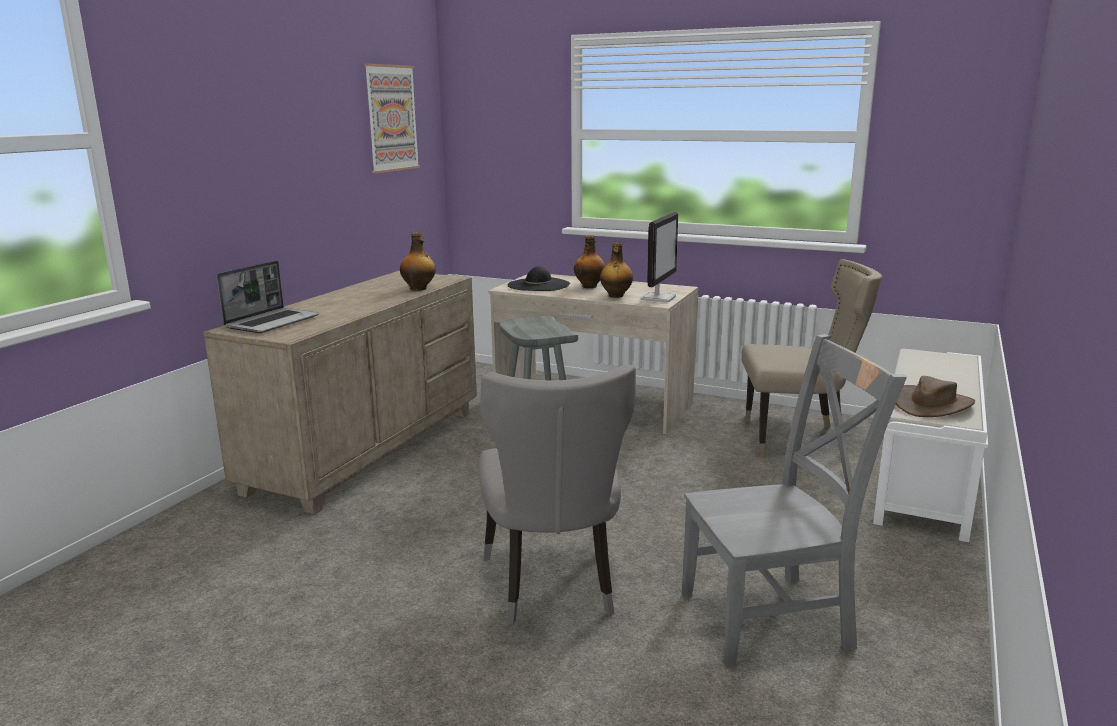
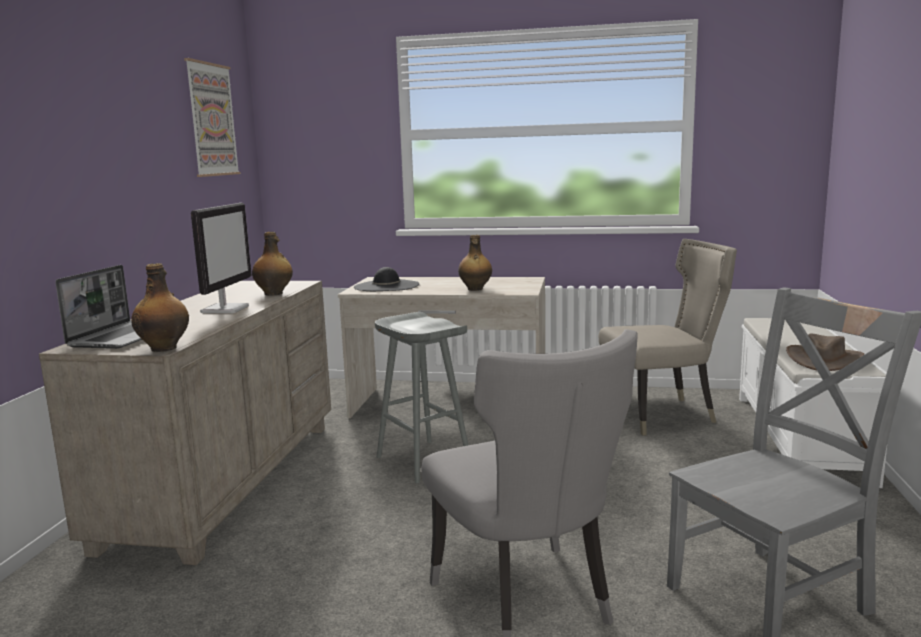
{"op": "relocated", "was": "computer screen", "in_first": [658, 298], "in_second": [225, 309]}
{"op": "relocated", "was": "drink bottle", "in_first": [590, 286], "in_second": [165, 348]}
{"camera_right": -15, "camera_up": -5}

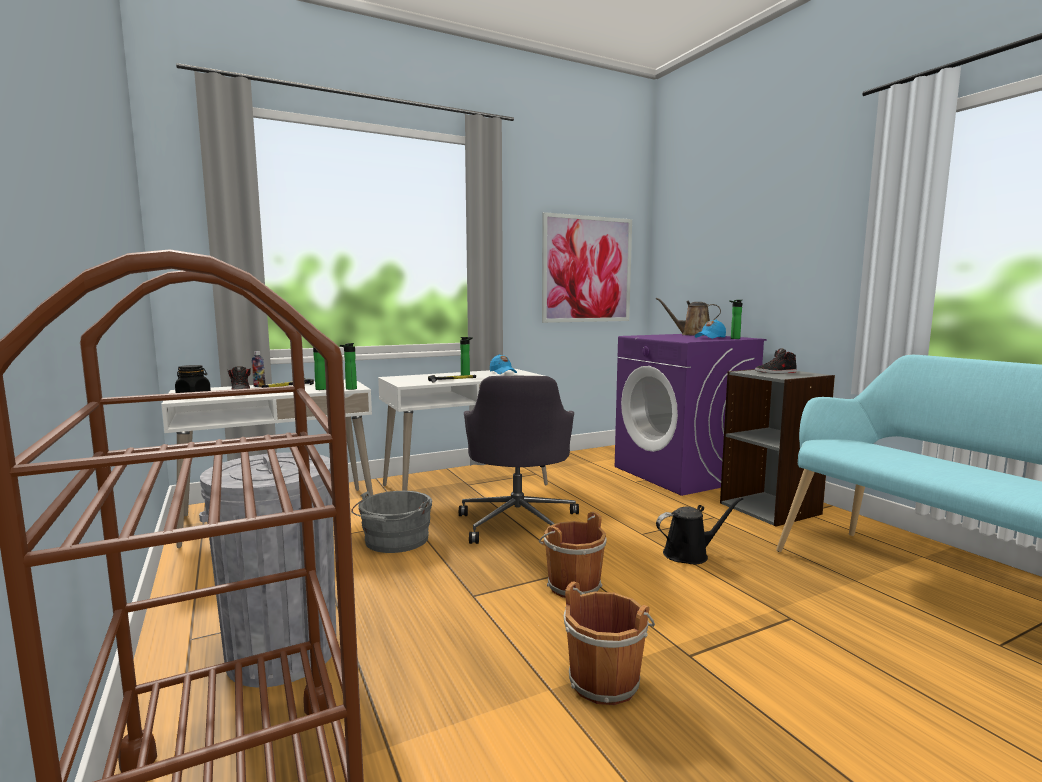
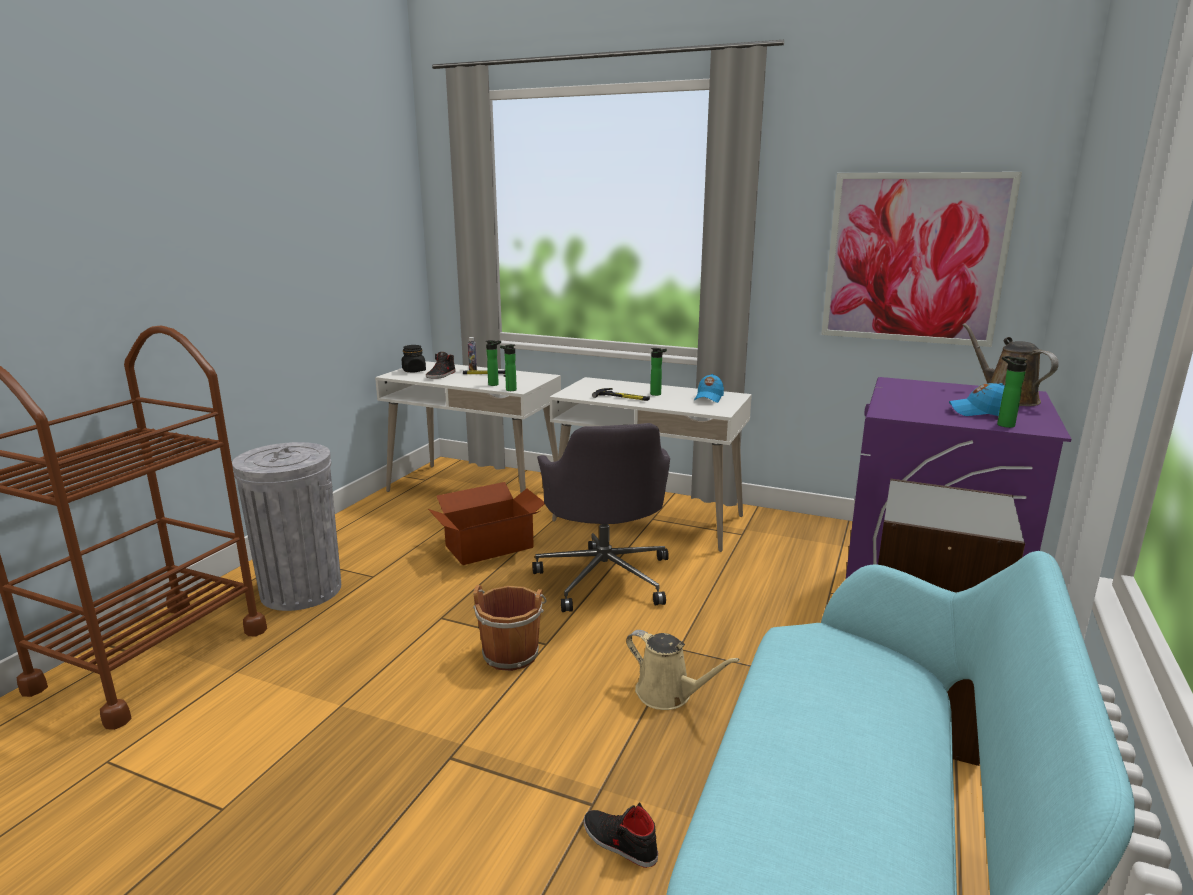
{"op": "relocated", "was": "black-coloured low shoe", "in_first": [776, 372], "in_second": [619, 842]}
{"op": "spun", "was": "greyish computer chair", "in_first": [518, 522], "in_second": [605, 577], "clockwise": -60}
{"op": "exchanged", "was": "greyish bucket", "now": "cardboard box", "in_first": [394, 541], "in_second": [490, 547]}
{"op": "colour", "was": "black-coloured watering pot", "now": "sand-coloured watering pot", "in_first": [690, 554], "in_second": [668, 694]}
{"op": "missing", "was": "brownish bucket", "in_first": [605, 679]}
{"camera_right": 50, "camera_up": 10}

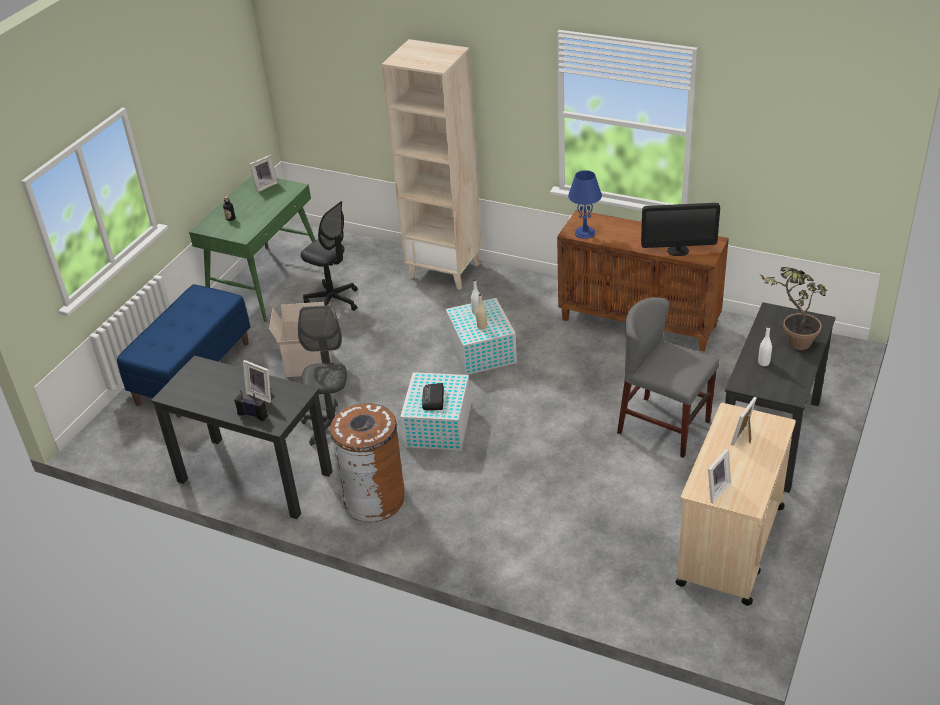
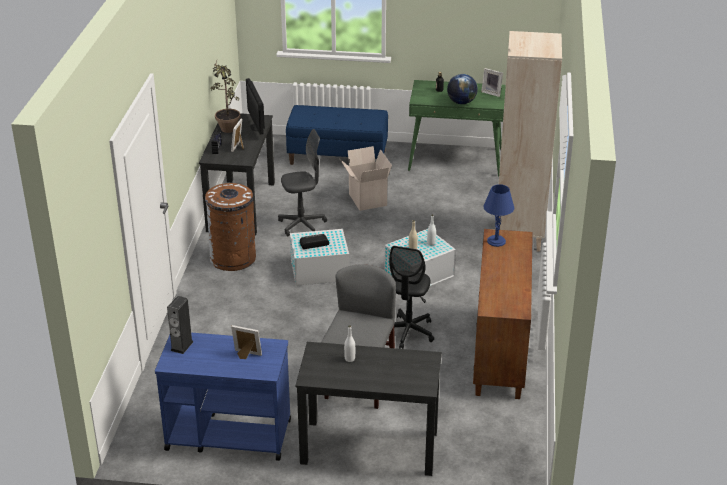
{"op": "relocated", "was": "black-coloured computer chair", "in_first": [333, 301], "in_second": [408, 332]}
{"op": "relocated", "was": "computer screen", "in_first": [678, 251], "in_second": [257, 127]}
{"op": "relocated", "was": "houseplant", "in_first": [791, 343], "in_second": [227, 126]}
{"op": "colour", "was": "sand-coloured cart", "now": "blue-coloured cart", "in_first": [730, 546], "in_second": [227, 435]}
{"op": "exchanged", "was": "photo frame", "now": "audio speaker", "in_first": [714, 490], "in_second": [182, 346]}
{"op": "appeared", "now": "desk globe", "in_second": [461, 102]}
{"camera_right": 70, "camera_up": -5}

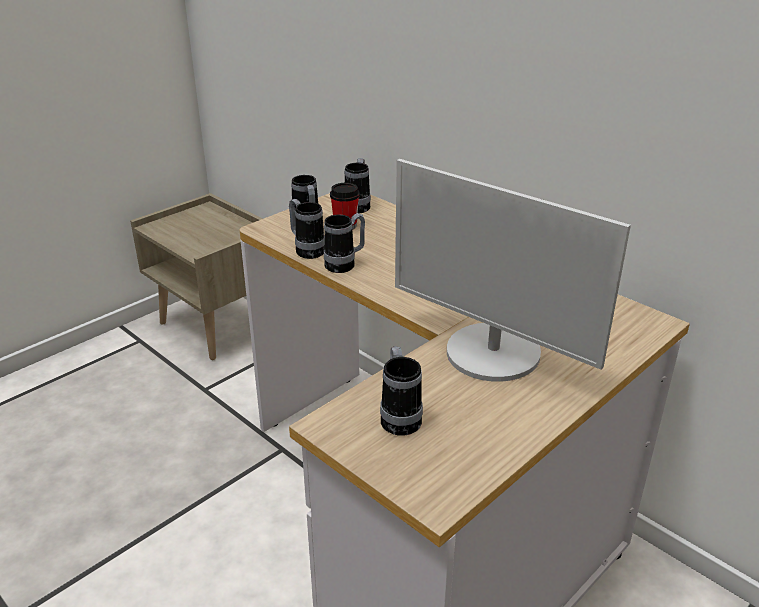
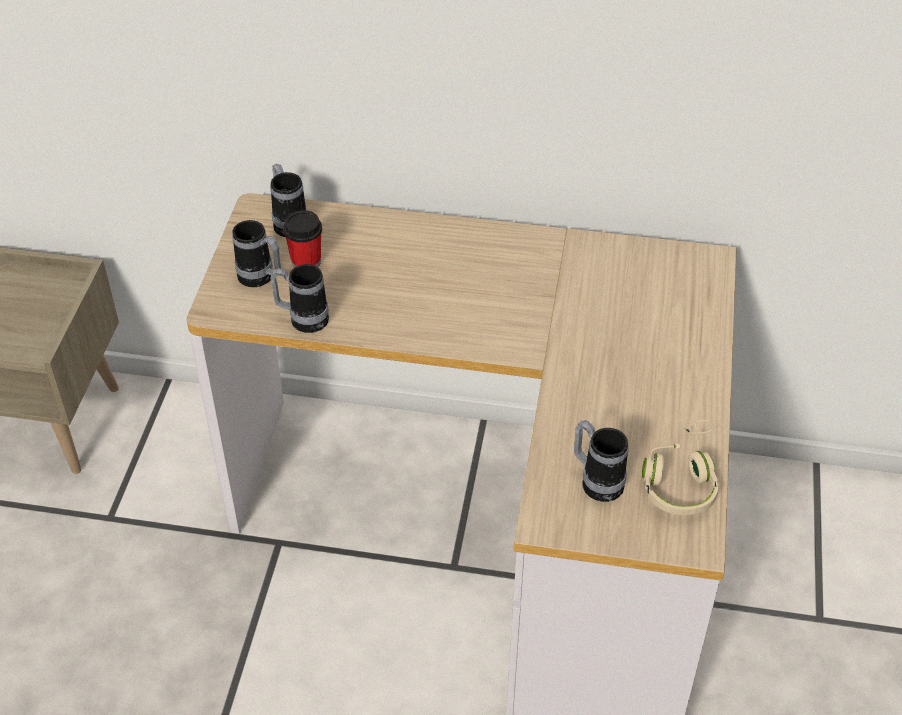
{"op": "missing", "was": "computer screen", "in_first": [492, 353]}
{"op": "missing", "was": "mug", "in_first": [345, 264]}
{"op": "appeared", "now": "sand-coloured headphones", "in_second": [681, 479]}
{"camera_right": -35, "camera_up": 15}

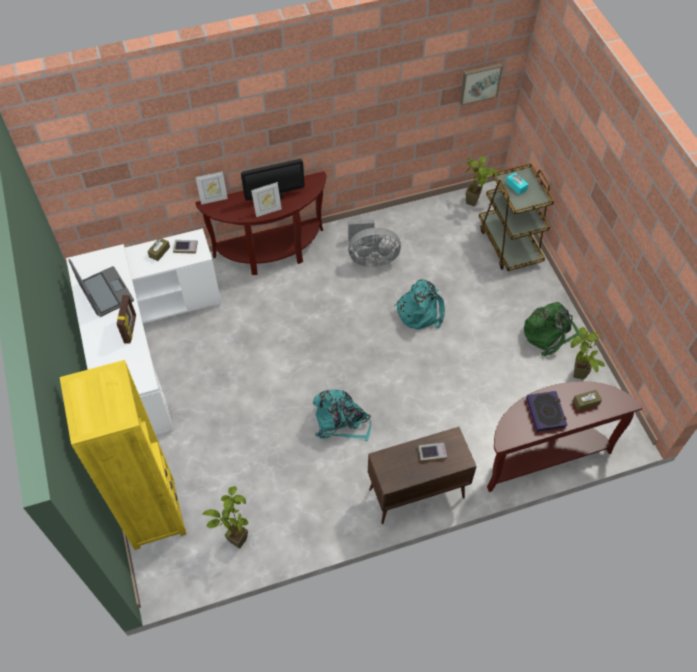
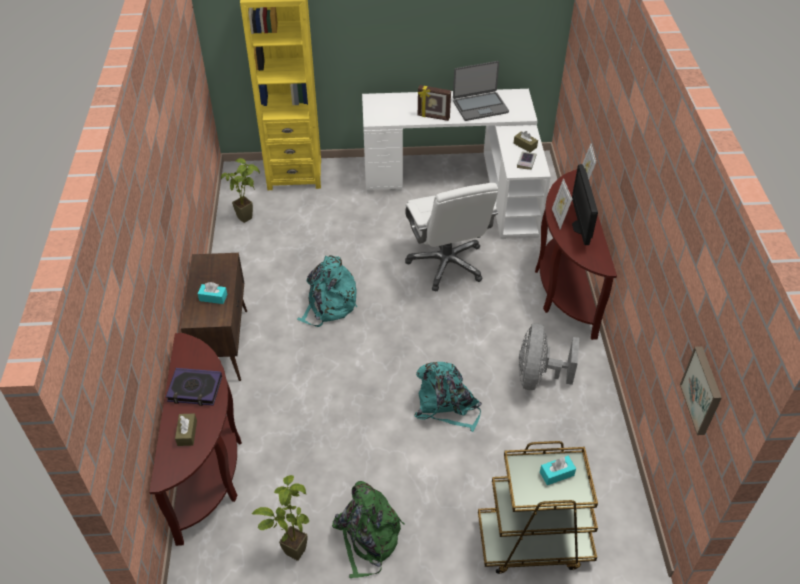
{"op": "missing", "was": "houseplant", "in_first": [475, 204]}
{"op": "exchanged", "was": "bound book", "now": "turquoise box of tissues", "in_first": [432, 453], "in_second": [213, 297]}
{"op": "appeared", "now": "white computer chair", "in_second": [447, 264]}
{"camera_right": 105, "camera_up": -10}

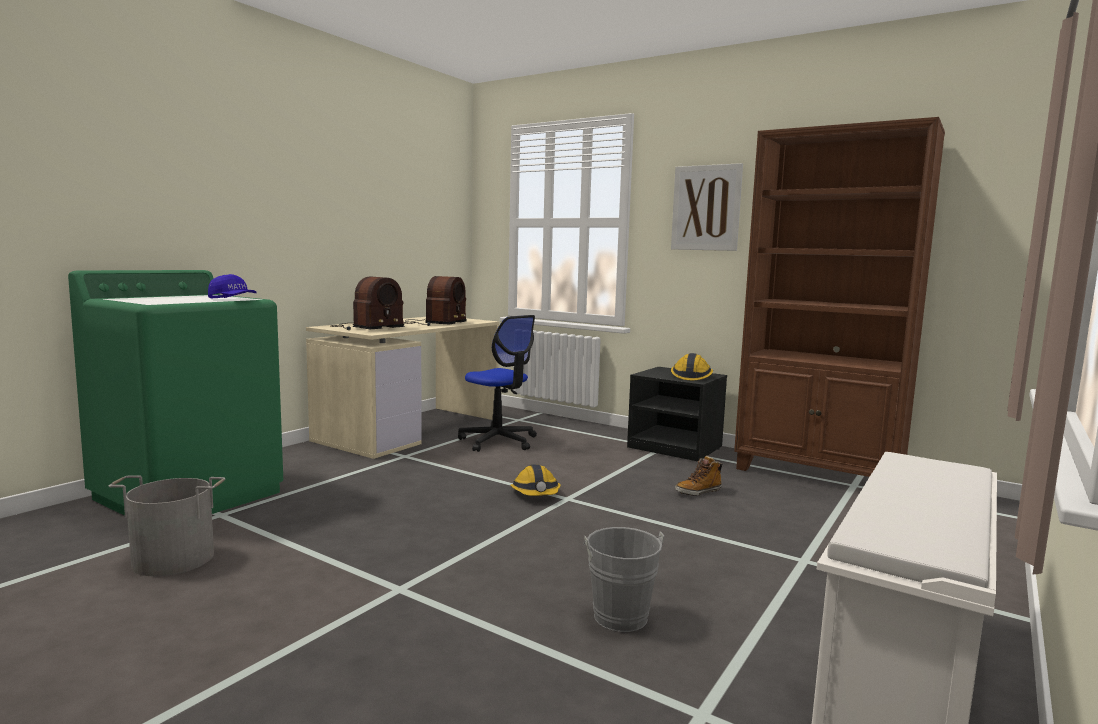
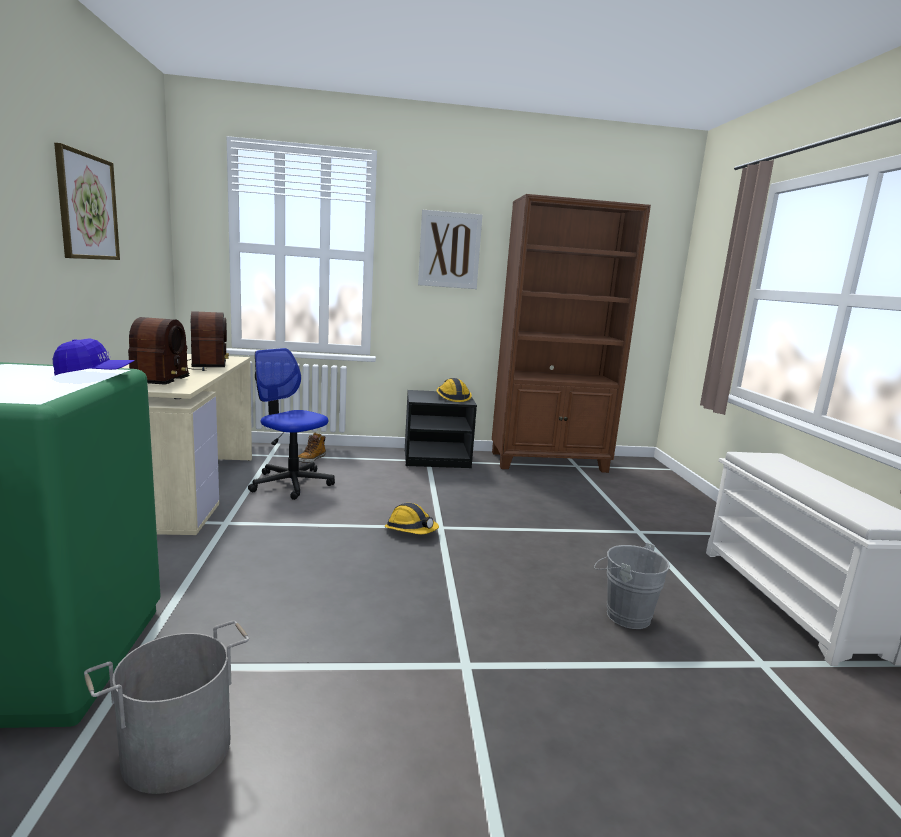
{"op": "spun", "was": "computer chair", "in_first": [498, 441], "in_second": [291, 483], "clockwise": -150}
{"op": "relocated", "was": "tall boot", "in_first": [698, 492], "in_second": [311, 459]}
{"op": "appeared", "now": "wall art", "in_second": [87, 207]}
{"camera_right": -40, "camera_up": 5}

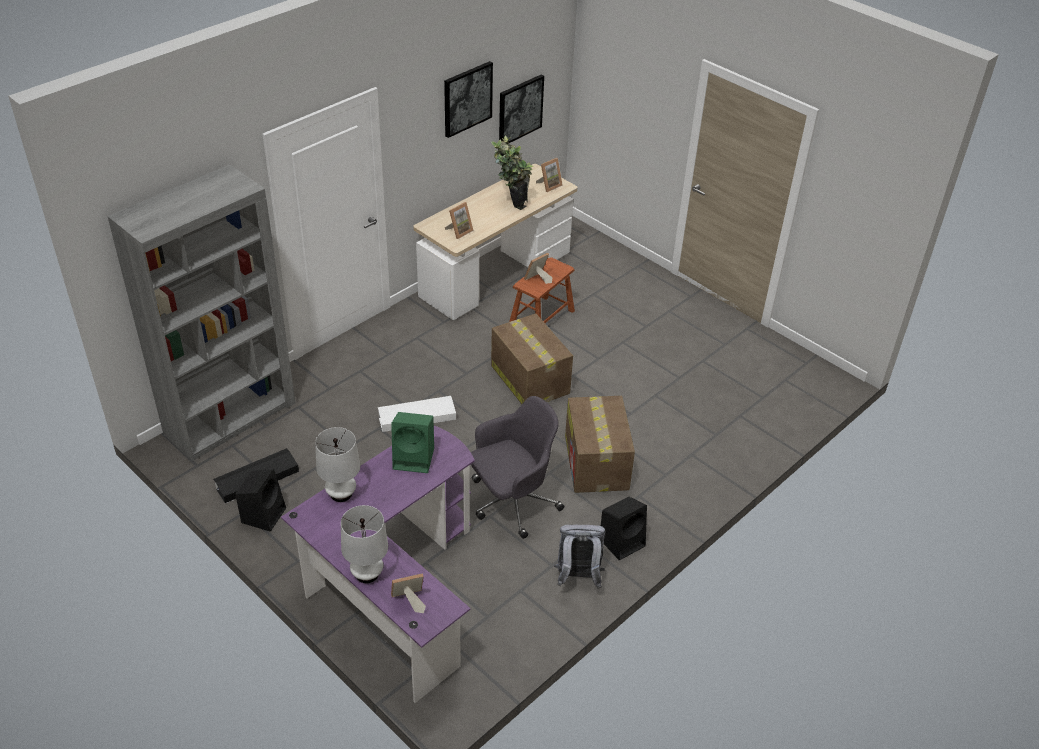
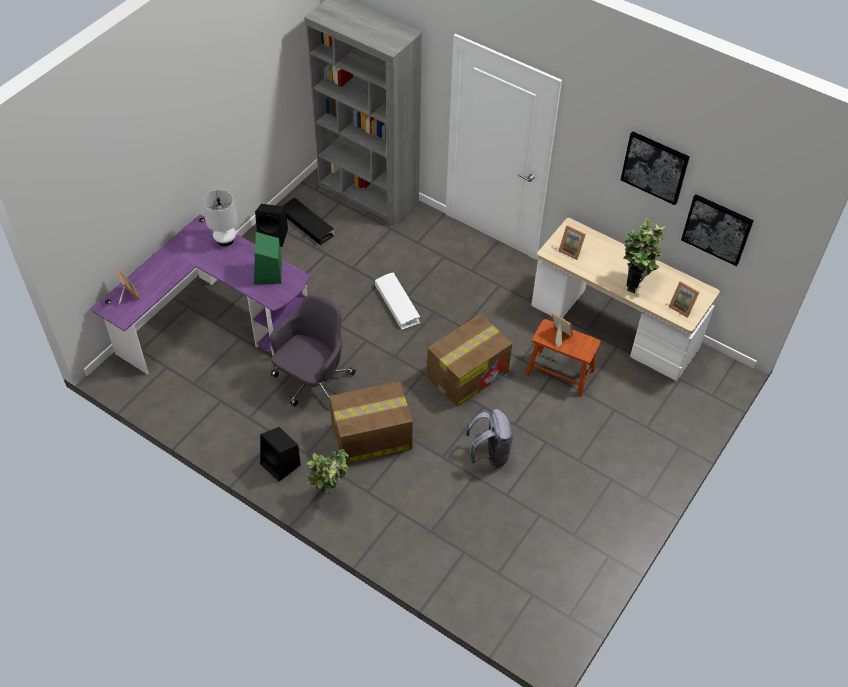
{"op": "spun", "was": "greyish computer chair", "in_first": [512, 502], "in_second": [312, 382], "clockwise": -105}
{"op": "missing", "was": "white table lamp", "in_first": [367, 574]}
{"op": "relocated", "was": "greyish knapsack", "in_first": [577, 577], "in_second": [489, 454]}
{"op": "appeared", "now": "houseplant", "in_second": [331, 496]}
{"camera_right": 80, "camera_up": 10}

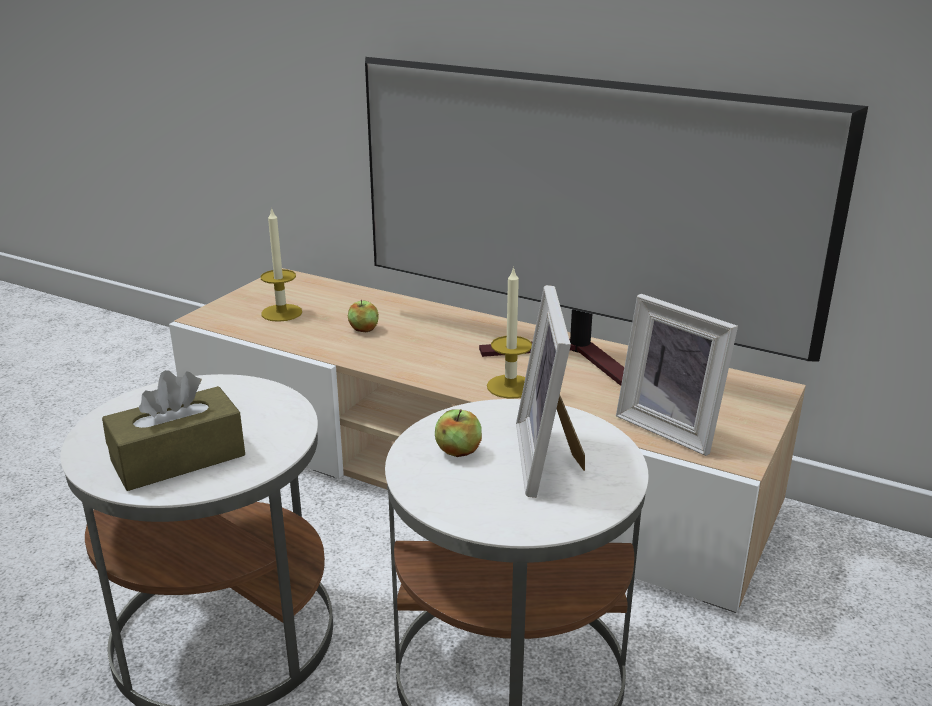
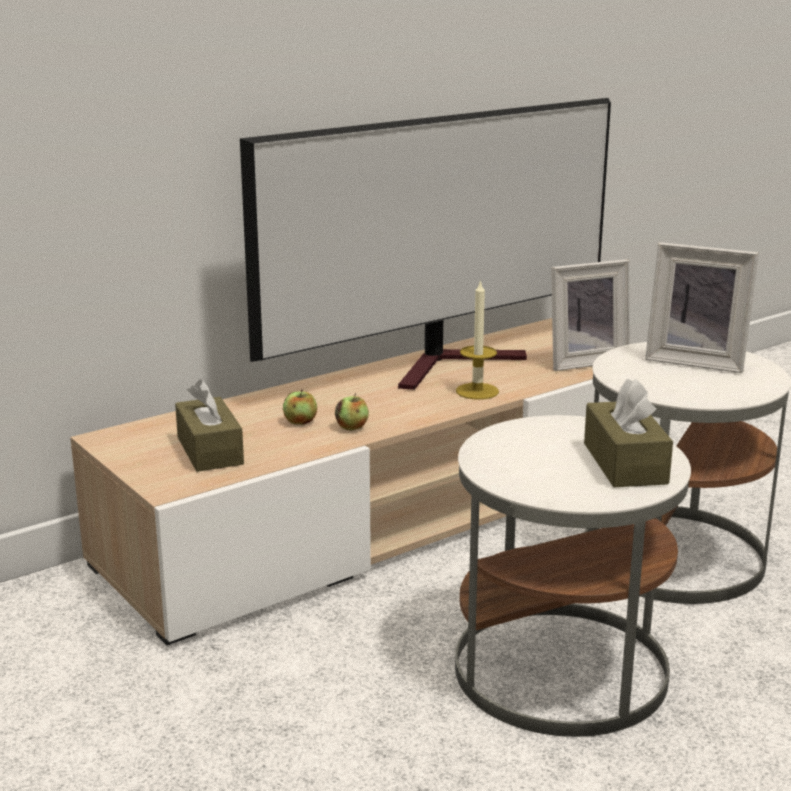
{"op": "exchanged", "was": "wax candle", "now": "brownish box of tissues", "in_first": [281, 313], "in_second": [210, 451]}
{"op": "relocated", "was": "apple", "in_first": [458, 451], "in_second": [352, 427]}
{"camera_right": -65, "camera_up": -5}

